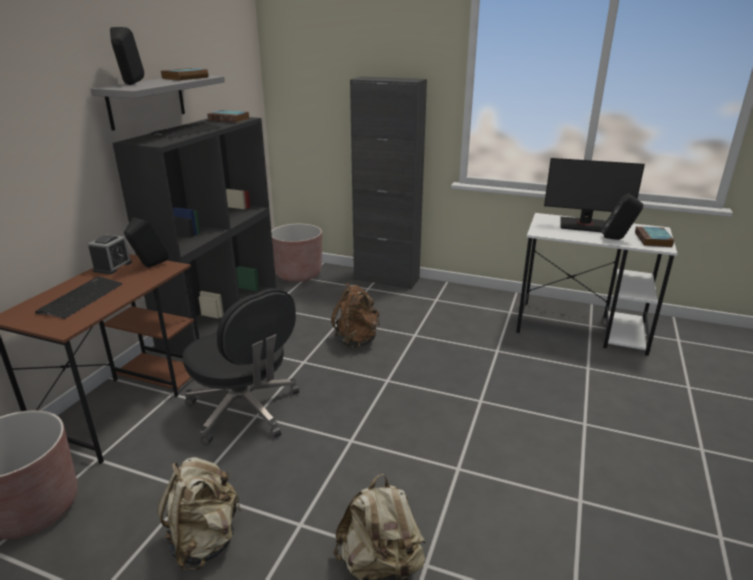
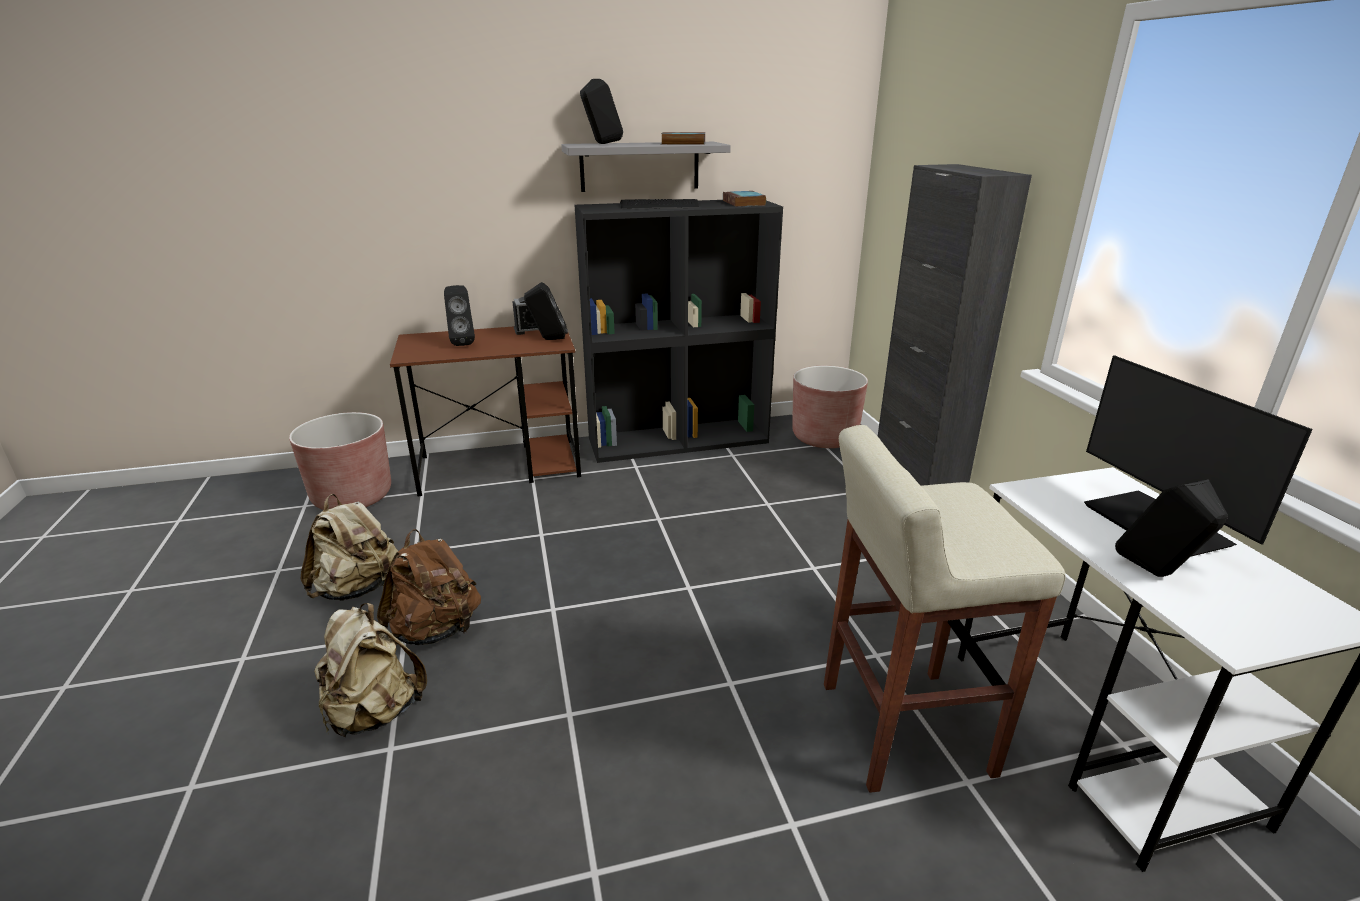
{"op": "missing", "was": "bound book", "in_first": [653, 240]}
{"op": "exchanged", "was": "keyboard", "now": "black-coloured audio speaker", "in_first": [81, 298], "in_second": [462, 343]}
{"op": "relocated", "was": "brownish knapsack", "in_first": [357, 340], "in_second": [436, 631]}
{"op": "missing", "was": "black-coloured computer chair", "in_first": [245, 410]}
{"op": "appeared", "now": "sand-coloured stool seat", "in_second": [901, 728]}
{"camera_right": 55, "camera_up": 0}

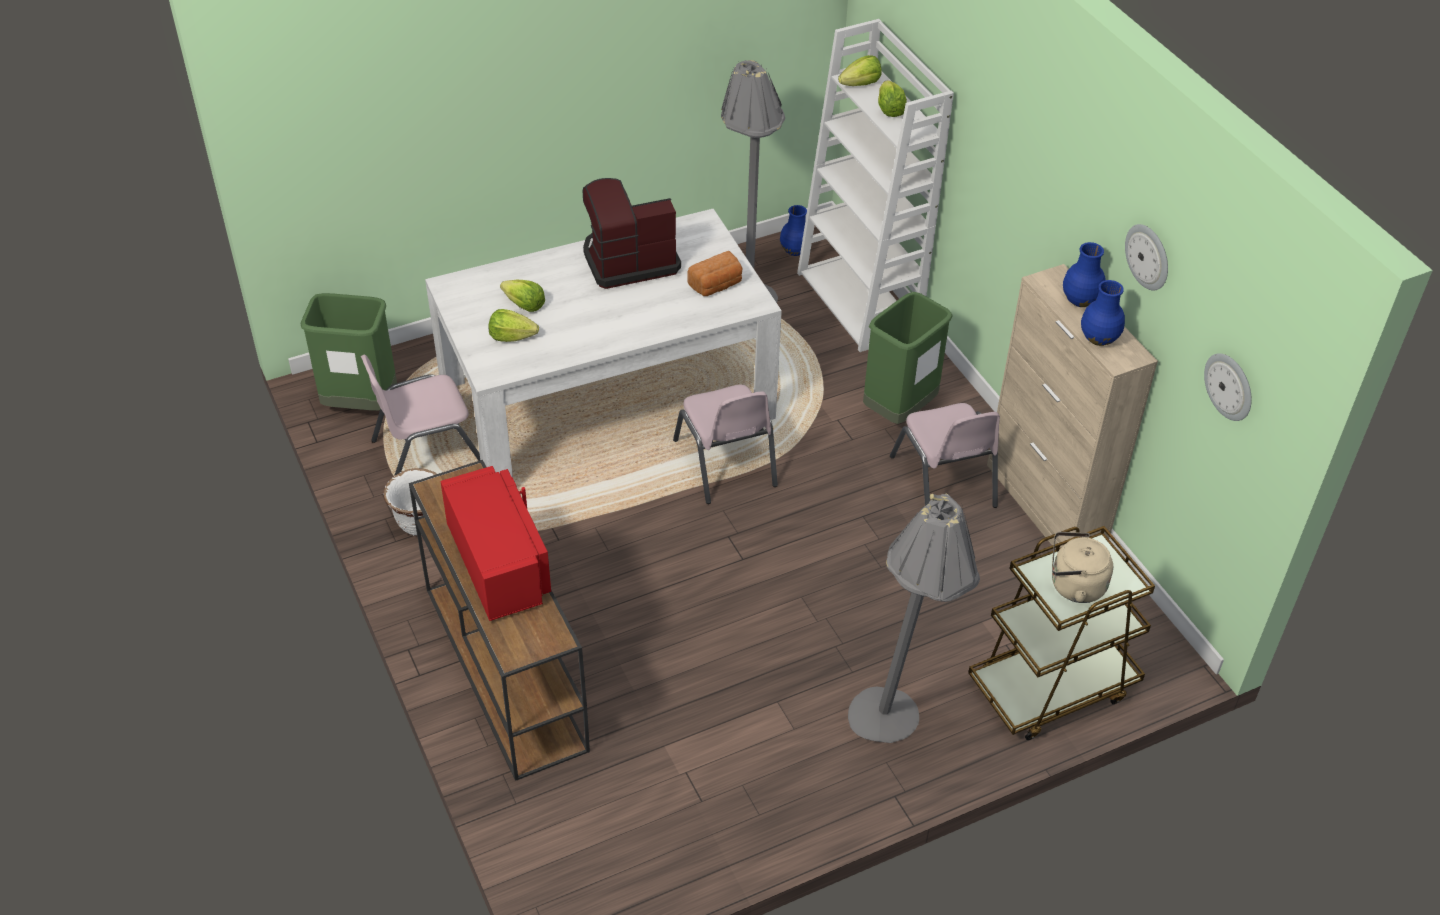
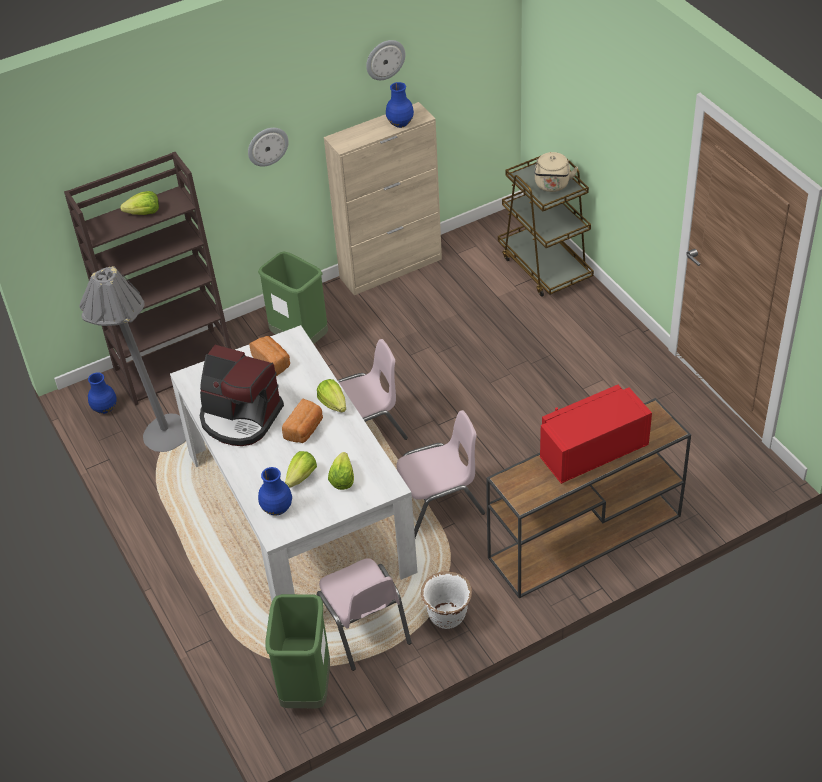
{"op": "colour", "was": "white bookshelf", "now": "brownish bookshelf", "in_first": [860, 302], "in_second": [175, 366]}
{"op": "relocated", "was": "lettuce", "in_first": [861, 84], "in_second": [333, 404]}
{"op": "spun", "was": "coffee maker", "in_first": [629, 260], "in_second": [240, 418], "clockwise": -45}
{"op": "relocated", "was": "blue-coloured flower vase", "in_first": [1080, 300], "in_second": [277, 508]}
{"op": "relocated", "was": "clock on the wall", "in_first": [1229, 386], "in_second": [267, 146]}
{"op": "relocated", "was": "pink-coloured upright chair", "in_first": [943, 482], "in_second": [438, 504]}
{"op": "missing", "was": "greyish standard lamp", "in_first": [896, 726]}
{"op": "appeared", "now": "bakery bread", "in_second": [305, 430]}
{"camera_right": -90, "camera_up": 0}

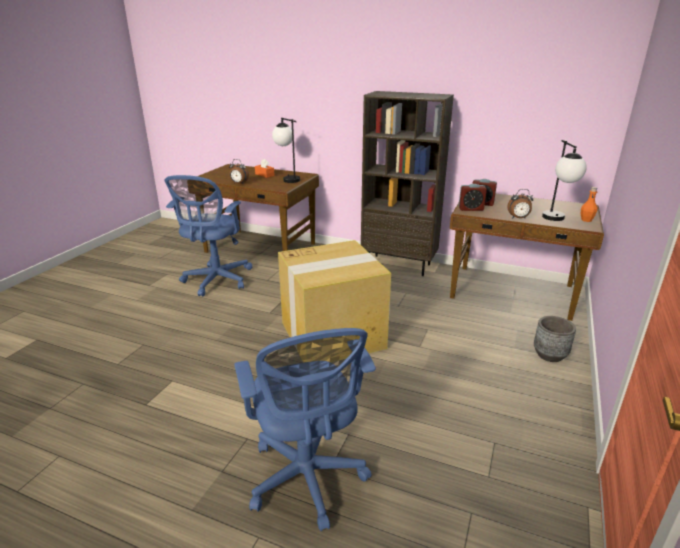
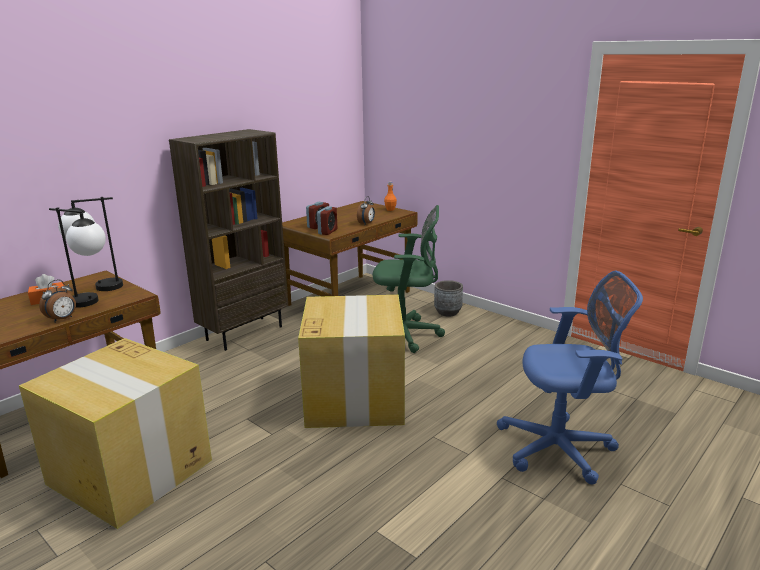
{"op": "relocated", "was": "table lamp", "in_first": [556, 220], "in_second": [93, 303]}
{"op": "exchanged", "was": "blue-coloured computer chair", "now": "cardboard box", "in_first": [216, 281], "in_second": [132, 472]}
{"op": "appeared", "now": "green computer chair", "in_second": [405, 335]}
{"camera_right": -70, "camera_up": -5}

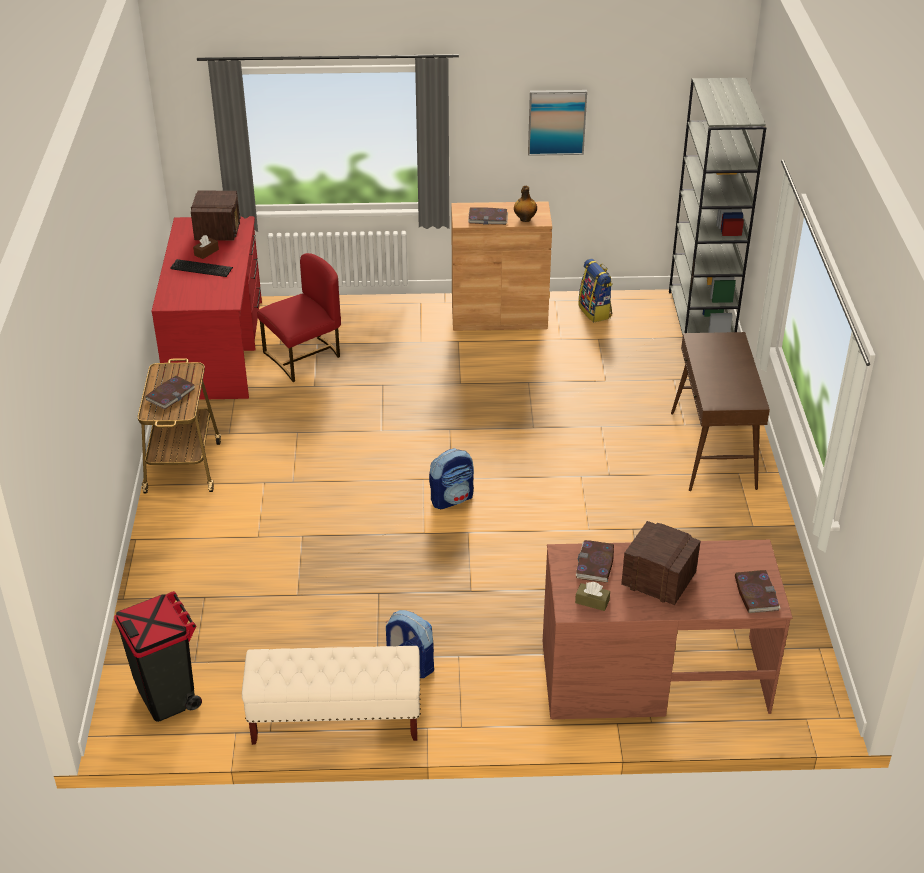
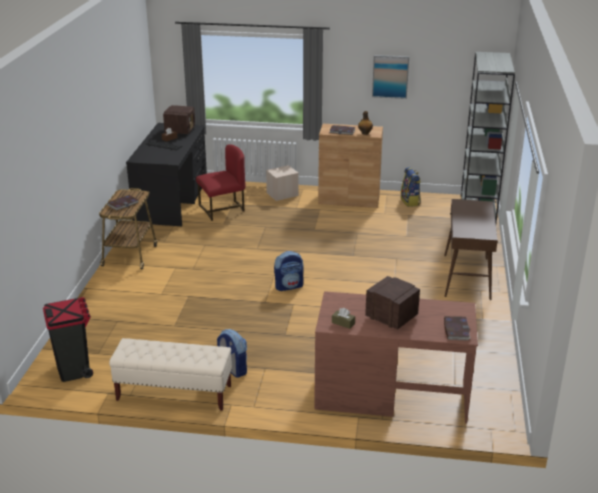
{"op": "colour", "was": "red-coloured desk", "now": "black-coloured desk", "in_first": [217, 349], "in_second": [172, 201]}
{"op": "missing", "was": "bound book", "in_first": [595, 563]}
{"op": "appeared", "now": "sand-coloured storage container", "in_second": [282, 194]}
{"camera_right": 10, "camera_up": -10}

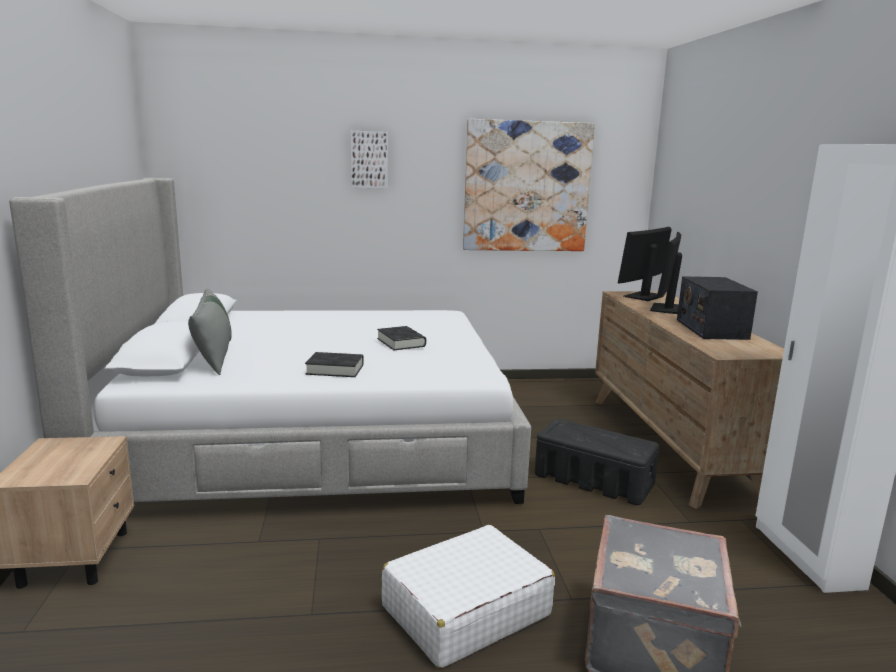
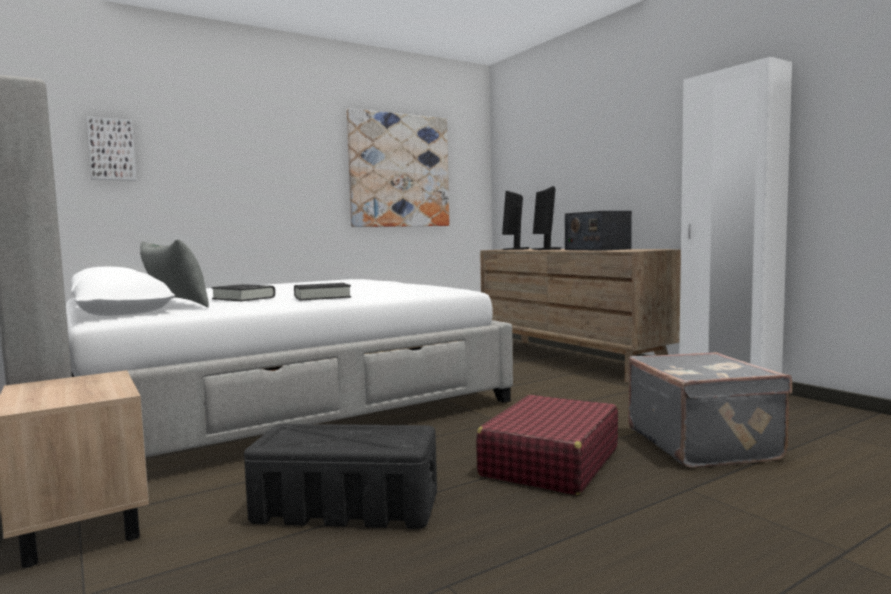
{"op": "relocated", "was": "wall art", "in_first": [369, 159], "in_second": [111, 149]}
{"op": "relocated", "was": "black-coloured bound book", "in_first": [401, 342], "in_second": [243, 298]}
{"op": "relocated", "was": "black-coloured storage container", "in_first": [592, 480], "in_second": [345, 507]}
{"op": "colour", "was": "white suitcase", "now": "red-coloured suitcase", "in_first": [465, 611], "in_second": [550, 462]}
{"camera_right": -25, "camera_up": -10}

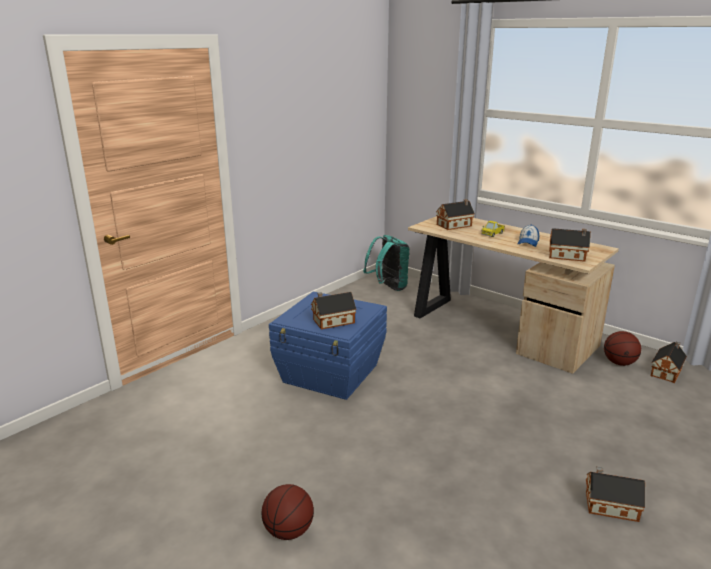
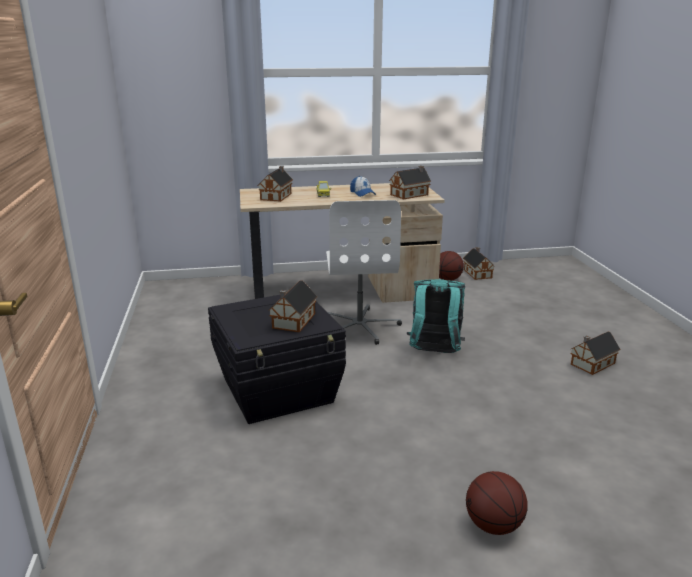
{"op": "relocated", "was": "turquoise knapsack", "in_first": [388, 287], "in_second": [434, 353]}
{"op": "colour", "was": "blue-coloured storage container", "now": "black-coloured storage container", "in_first": [331, 374], "in_second": [279, 391]}
{"op": "appeared", "now": "white computer chair", "in_second": [360, 326]}
{"camera_right": -50, "camera_up": 0}

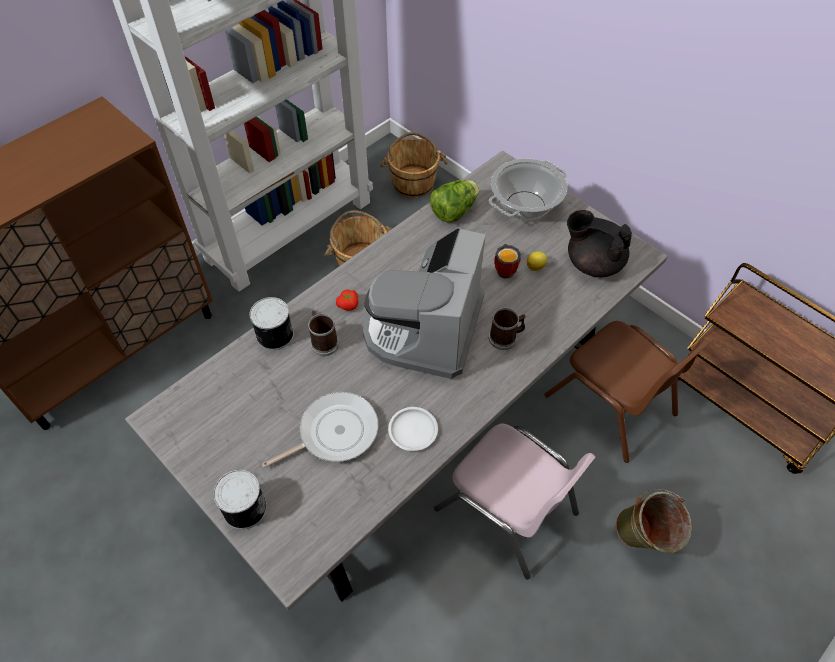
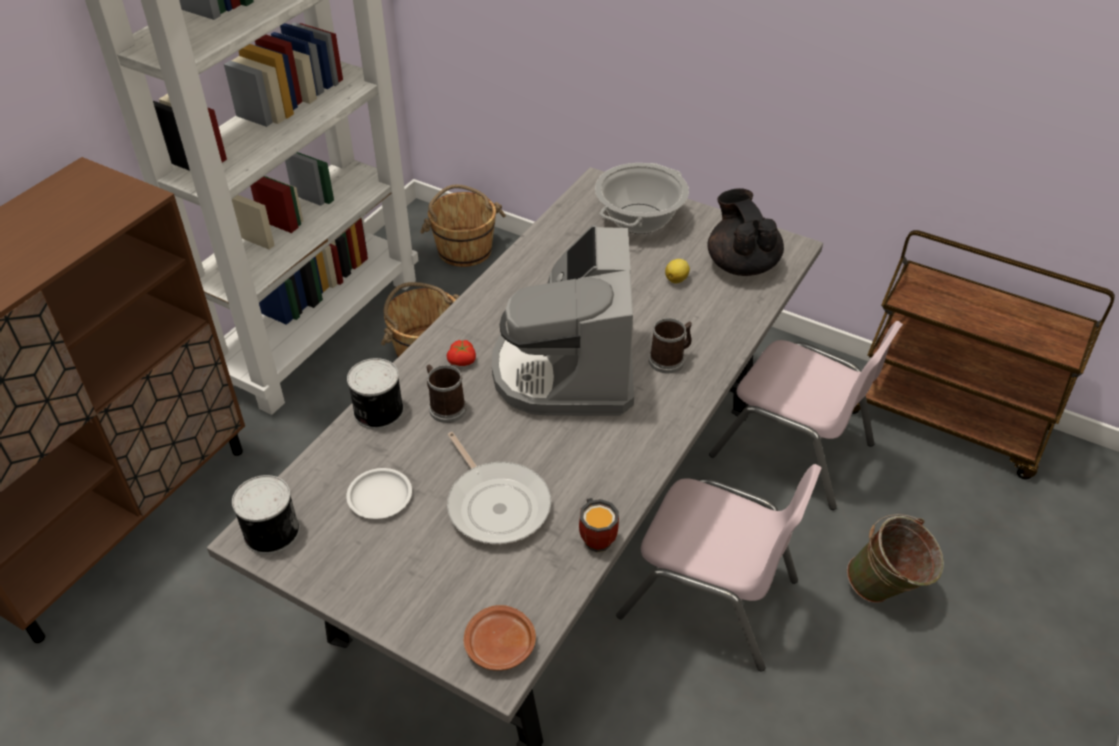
{"op": "missing", "was": "lettuce", "in_first": [454, 211]}
{"op": "spun", "was": "black-coloured pot for tea", "in_first": [593, 263], "in_second": [741, 264], "clockwise": 60}
{"op": "relocated", "was": "mug", "in_first": [506, 269], "in_second": [598, 536]}
{"op": "colour", "was": "brownish upright chair", "now": "pink-coloured upright chair", "in_first": [611, 405], "in_second": [793, 450]}
{"op": "spun", "was": "pan", "in_first": [334, 432], "in_second": [496, 504], "clockwise": 105}
{"op": "relocated", "was": "white dinner plate", "in_first": [412, 430], "in_second": [379, 496]}
{"op": "relocated", "was": "metal can", "in_first": [243, 508], "in_second": [270, 532]}
{"op": "appeared", "now": "brownish dinner plate", "in_second": [500, 646]}
{"camera_right": -15, "camera_up": -10}

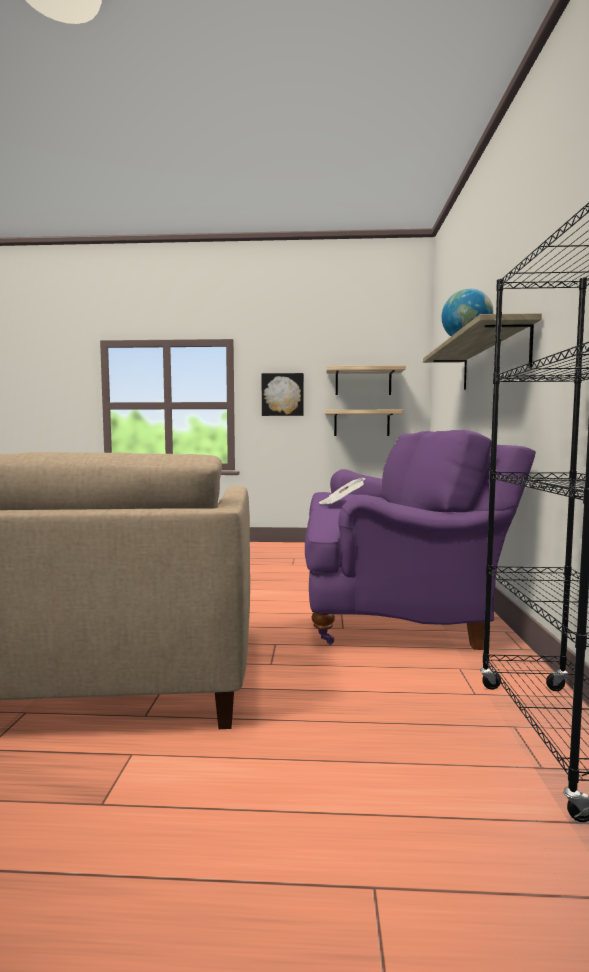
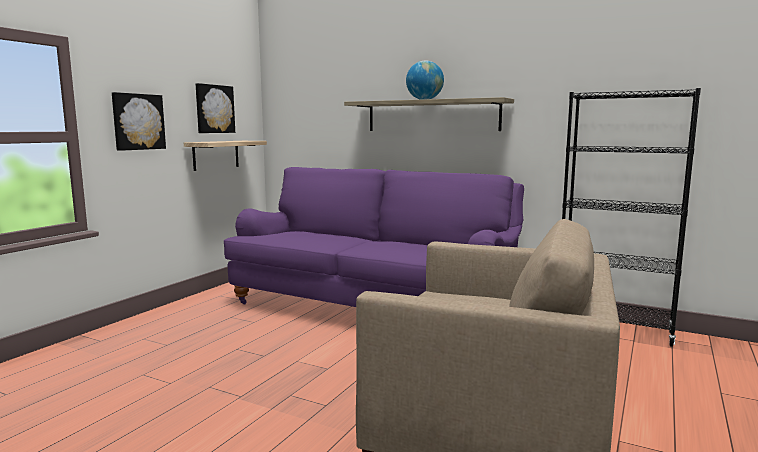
{"op": "exchanged", "was": "wall shelf", "now": "wall art", "in_first": [363, 382], "in_second": [214, 109]}
{"op": "missing", "was": "daily paper", "in_first": [341, 503]}
{"camera_right": -65, "camera_up": 5}

